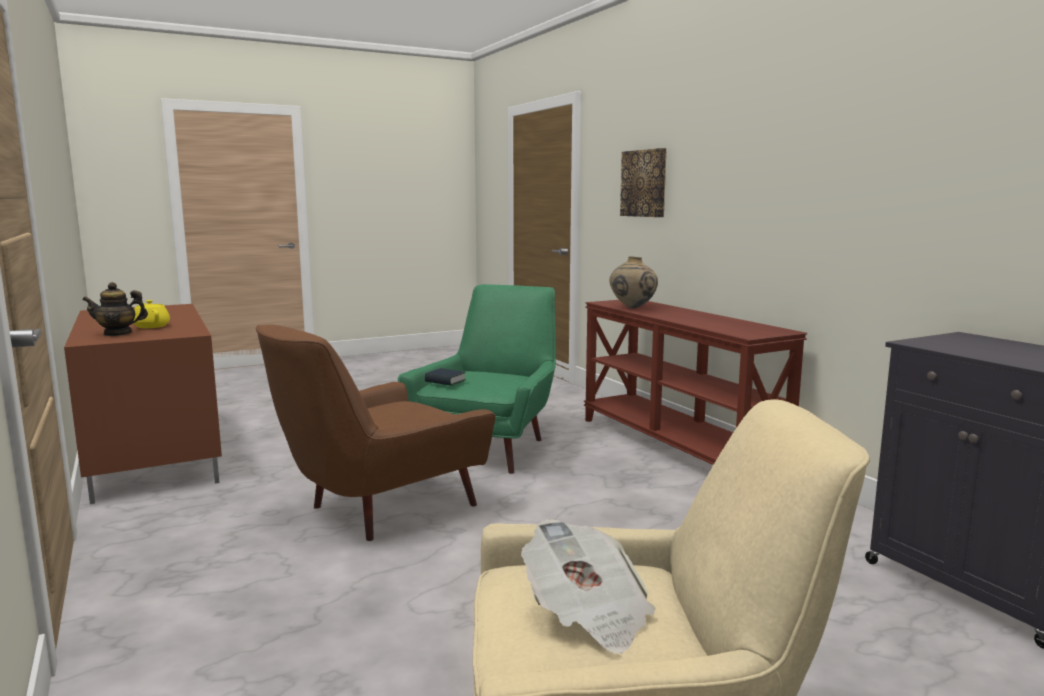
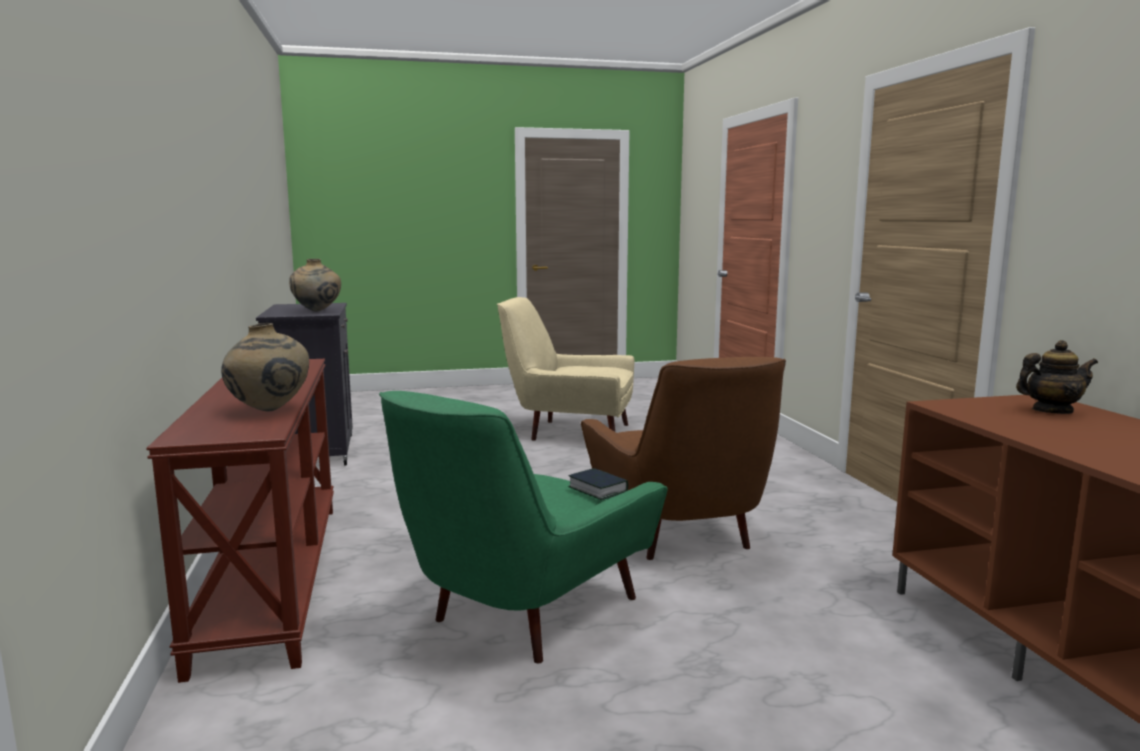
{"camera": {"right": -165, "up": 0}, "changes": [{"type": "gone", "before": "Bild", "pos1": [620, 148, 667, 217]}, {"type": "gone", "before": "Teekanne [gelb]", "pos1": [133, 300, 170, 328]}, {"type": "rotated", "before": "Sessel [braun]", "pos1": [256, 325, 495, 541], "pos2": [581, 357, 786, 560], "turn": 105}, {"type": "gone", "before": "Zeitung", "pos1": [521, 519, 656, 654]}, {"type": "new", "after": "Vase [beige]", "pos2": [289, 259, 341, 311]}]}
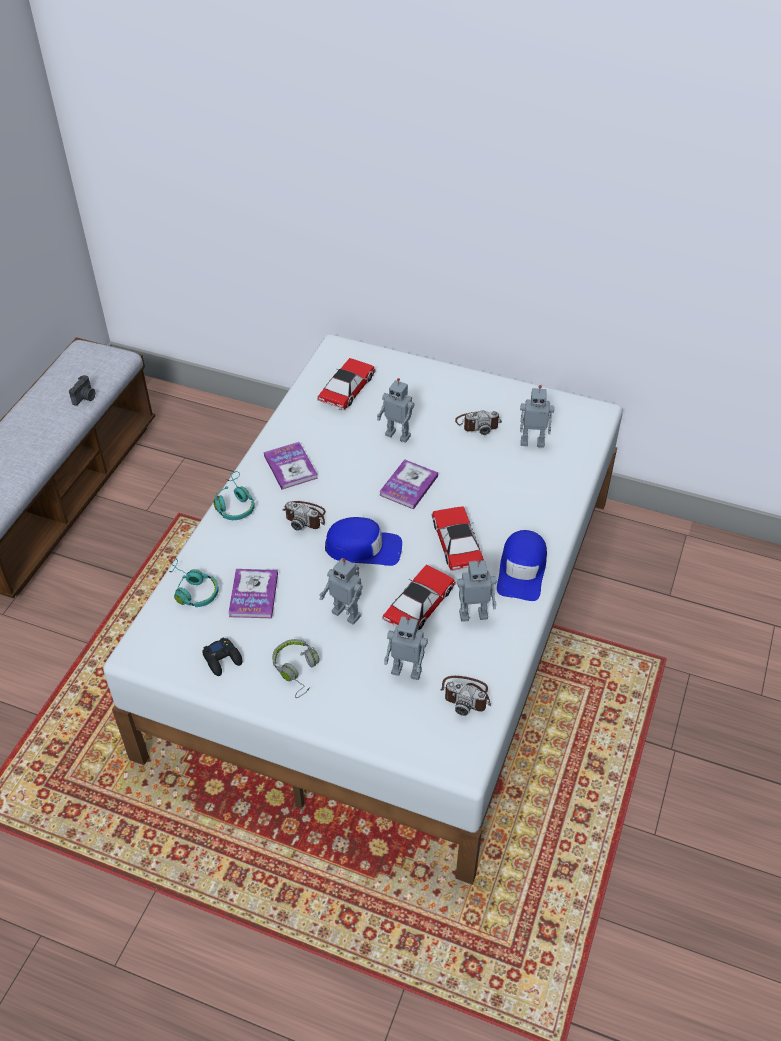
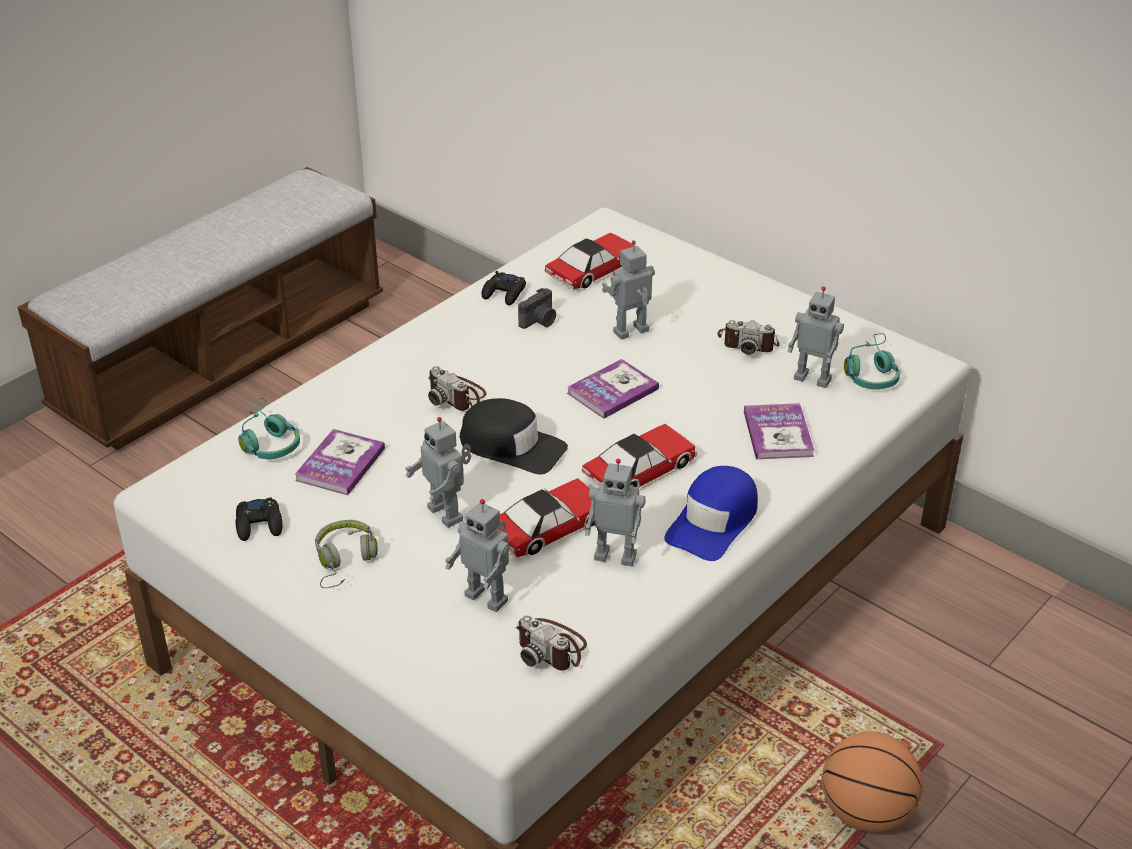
{"camera": {"right": 20, "up": -10}, "changes": [{"type": "shifted", "before": "Kamera", "pos1": [69, 375, 95, 406], "pos2": [518, 288, 556, 329]}, {"type": "rotated", "before": "Spielzeugroboter", "pos1": [377, 378, 414, 443], "pos2": [602, 240, 655, 340], "turn": 105}, {"type": "shifted", "before": "Buch", "pos1": [264, 442, 318, 490], "pos2": [744, 403, 815, 459]}, {"type": "shifted", "before": "Kopfhörer [türkis]", "pos1": [213, 471, 255, 520], "pos2": [844, 333, 901, 389]}, {"type": "rotated", "before": "Spielzeugauto", "pos1": [432, 506, 484, 571], "pos2": [582, 424, 698, 488], "turn": 45}, {"type": "repainted", "before": "Kappe [blau]", "after": "Kappe [schwarz]", "pos1": [325, 517, 402, 566], "pos2": [460, 398, 568, 475]}, {"type": "new", "after": "Gamepad [schwarz]", "pos2": [481, 271, 526, 305]}, {"type": "new", "after": "Basketball", "pos2": [822, 732, 923, 833]}]}
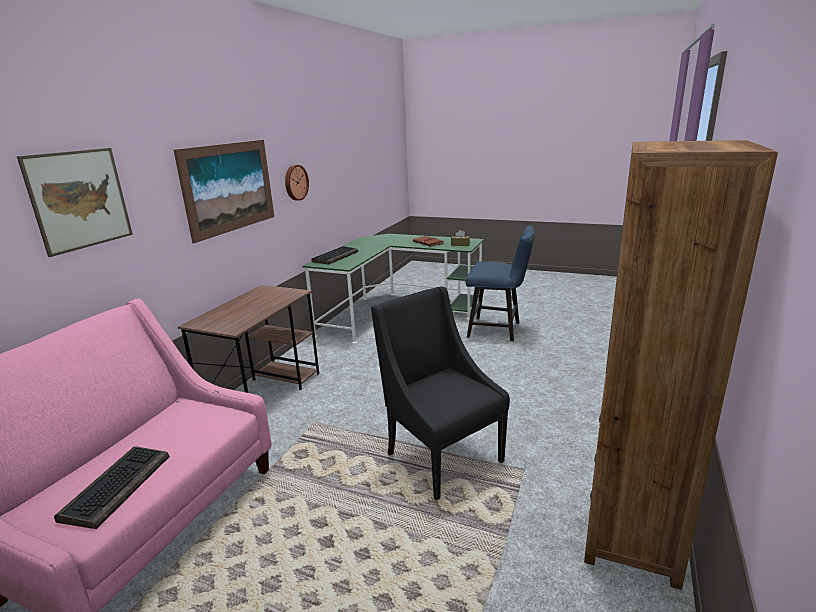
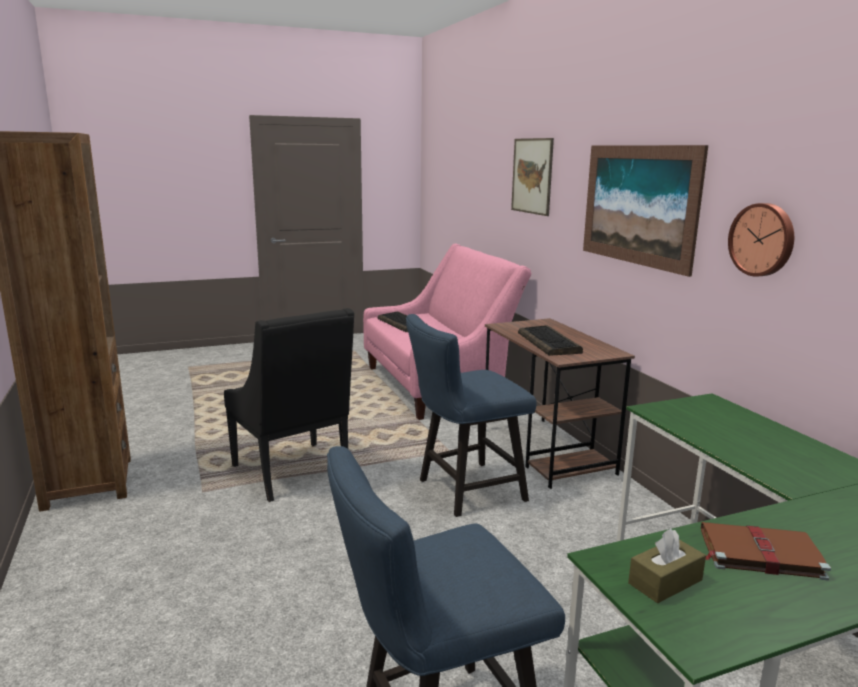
{"camera": {"right": 135, "up": -5}, "changes": [{"type": "shifted", "before": "Tastatur", "pos1": [311, 246, 358, 265], "pos2": [518, 325, 583, 356]}, {"type": "rotated", "before": "Sessel [schwarz]", "pos1": [371, 286, 510, 501], "pos2": [224, 308, 354, 502], "turn": 45}, {"type": "new", "after": "Stuhl [blau]", "pos2": [406, 314, 537, 517]}]}
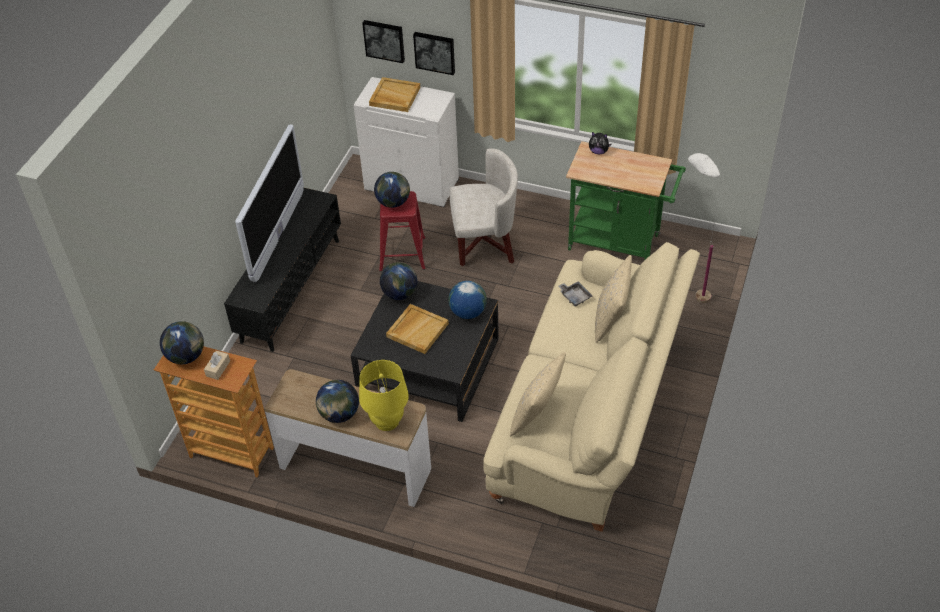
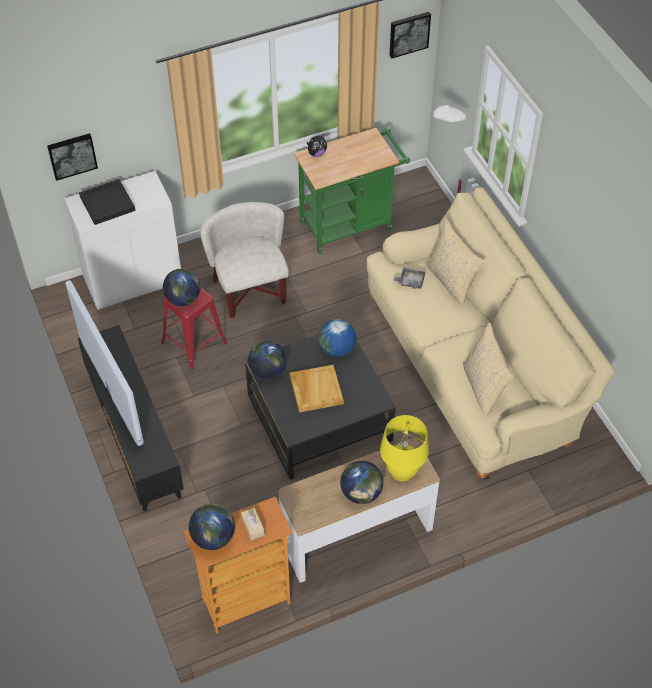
{"camera": {"right": -45, "up": 5}, "changes": [{"type": "shifted", "before": "Bild", "pos1": [413, 32, 455, 75], "pos2": [389, 12, 431, 58]}, {"type": "repainted", "before": "Tablett [beige]", "after": "Tablett [schwarz]", "pos1": [369, 77, 420, 112], "pos2": [79, 179, 136, 225]}, {"type": "rotated", "before": "Sessel [weiß]", "pos1": [449, 148, 518, 266], "pos2": [200, 202, 289, 318], "turn": -60}]}
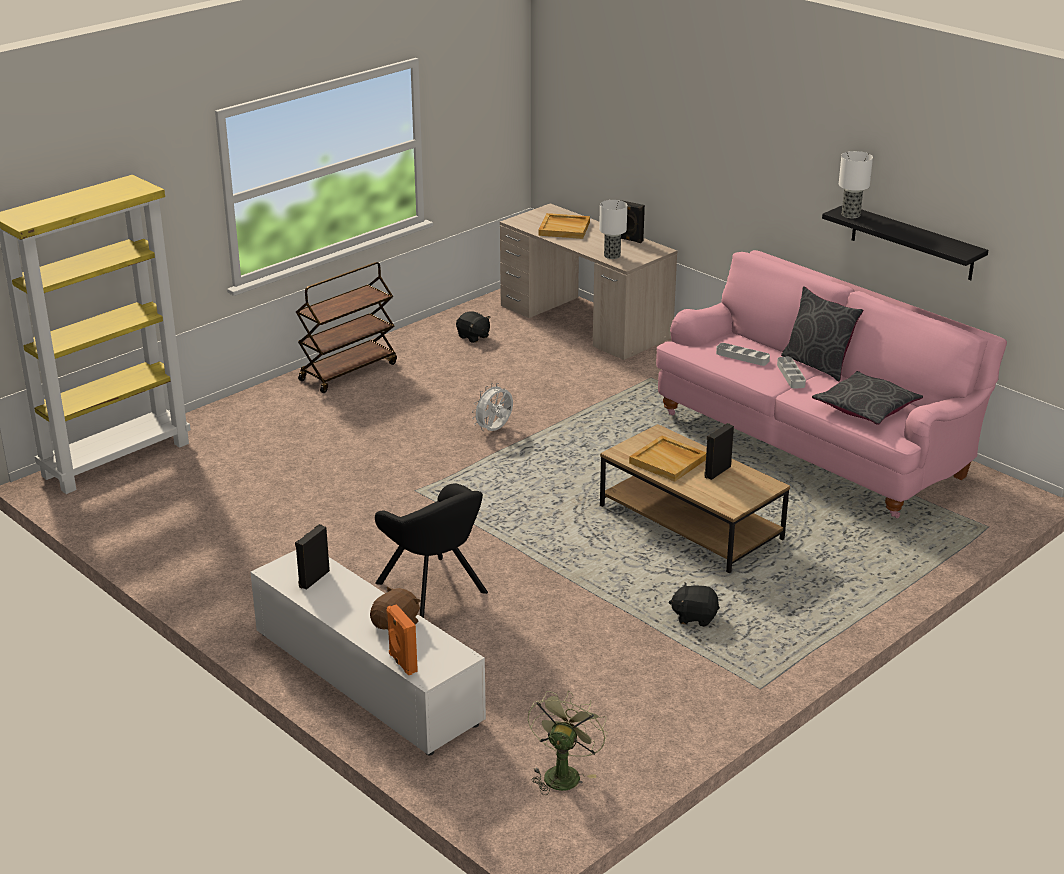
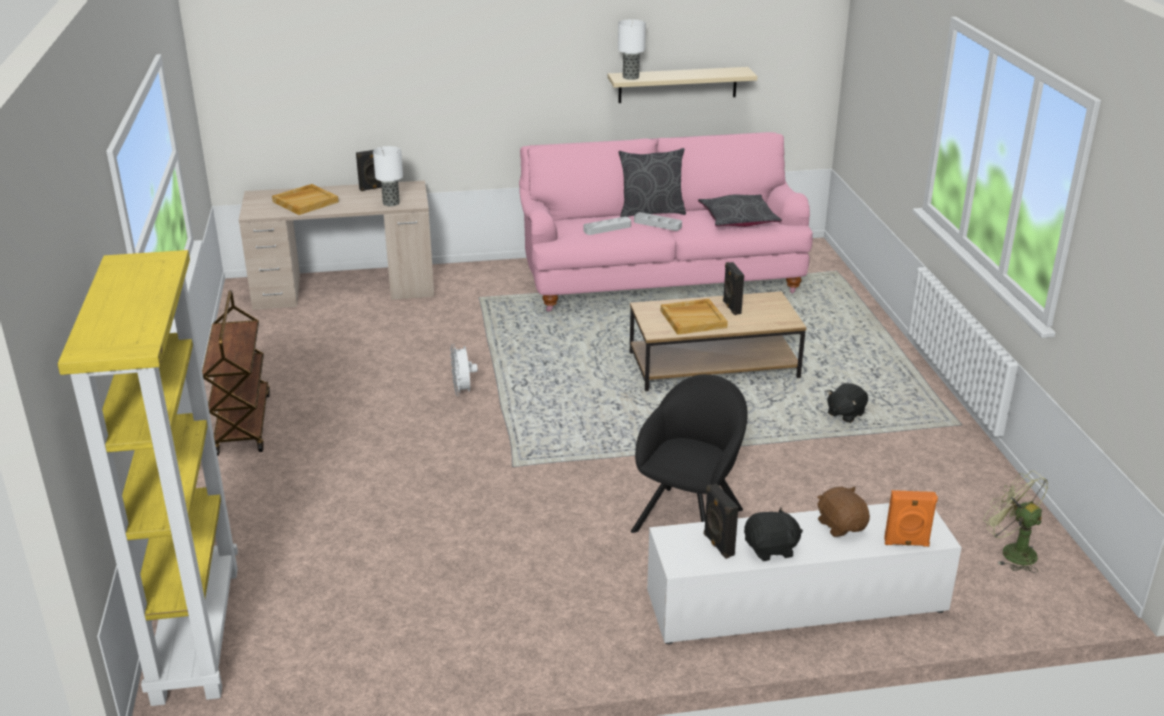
{"camera": {"right": -55, "up": 0}, "changes": [{"type": "repainted", "before": "Wandregal [schwarz]", "after": "Wandregal [beige]", "pos1": [822, 206, 988, 280], "pos2": [608, 67, 757, 103]}, {"type": "shifted", "before": "Plüschtier [schwarz]", "pos1": [456, 311, 490, 343], "pos2": [744, 508, 803, 561]}, {"type": "rotated", "before": "Sessel [schwarz]", "pos1": [375, 483, 488, 618], "pos2": [631, 374, 748, 533], "turn": -60}]}
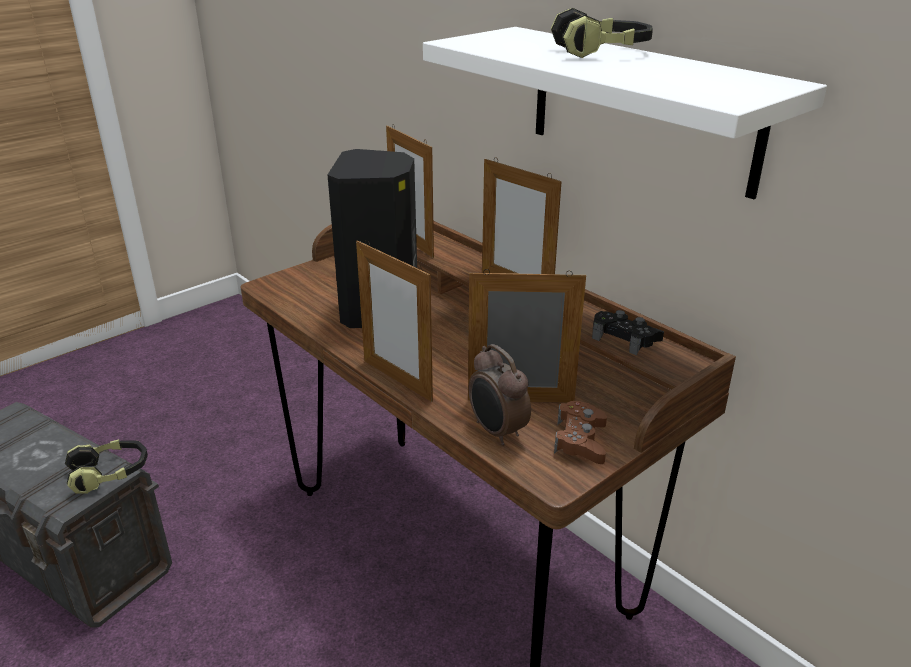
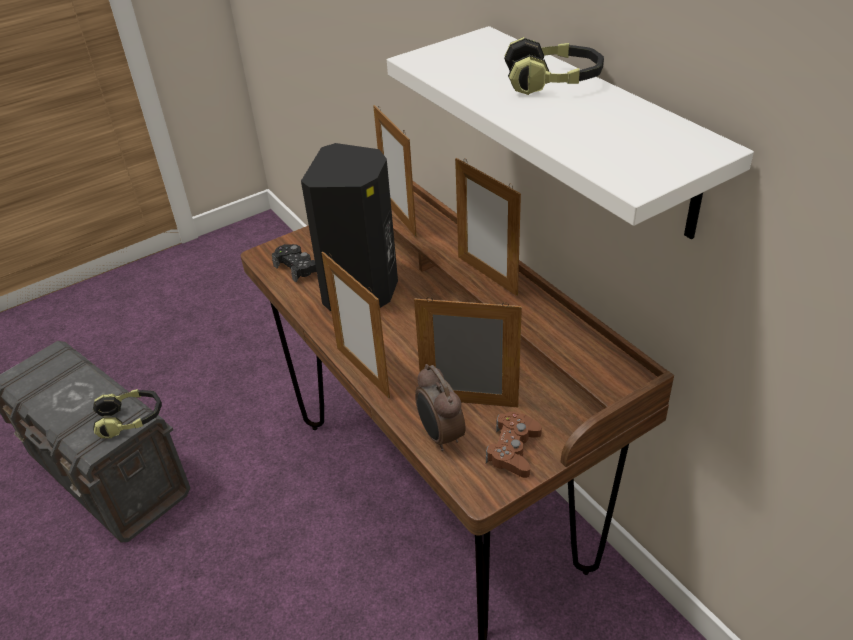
{"camera": {"right": 10, "up": 10}, "changes": [{"type": "shifted", "before": "Gamepad [schwarz]", "pos1": [592, 310, 664, 355], "pos2": [272, 244, 317, 283]}]}
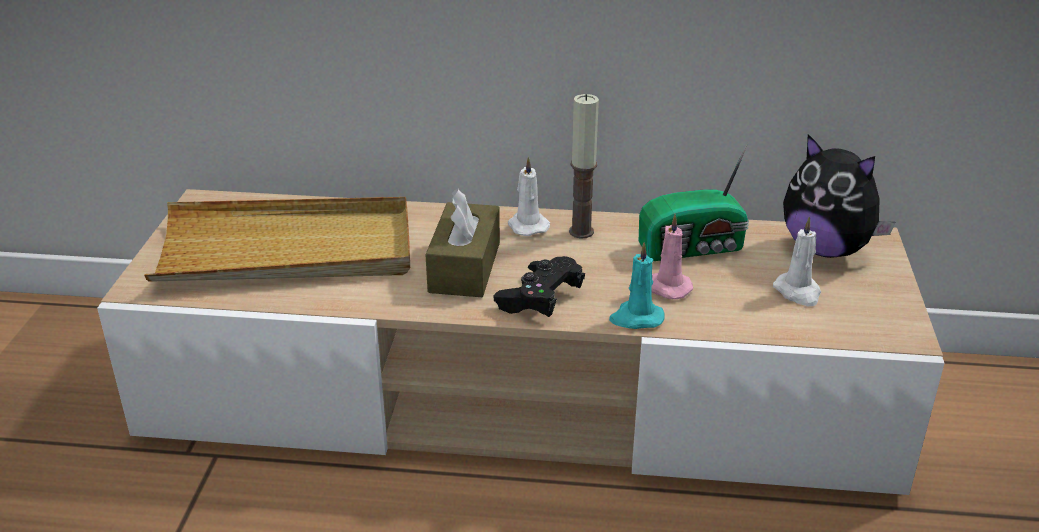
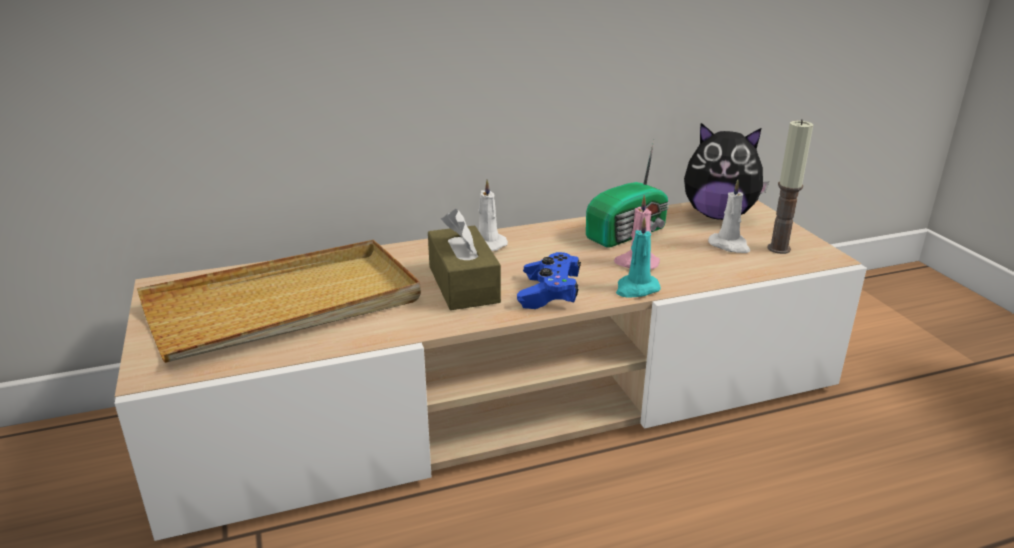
{"camera": {"right": -25, "up": -5}, "changes": [{"type": "shifted", "before": "Kerze", "pos1": [569, 94, 599, 239], "pos2": [768, 119, 813, 254]}, {"type": "repainted", "before": "Gamepad [schwarz]", "after": "Gamepad [blau]", "pos1": [494, 256, 585, 317], "pos2": [517, 252, 581, 309]}]}
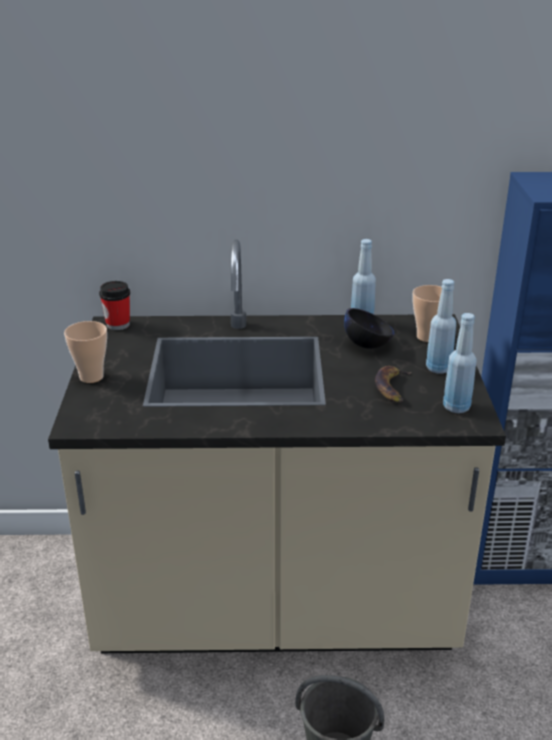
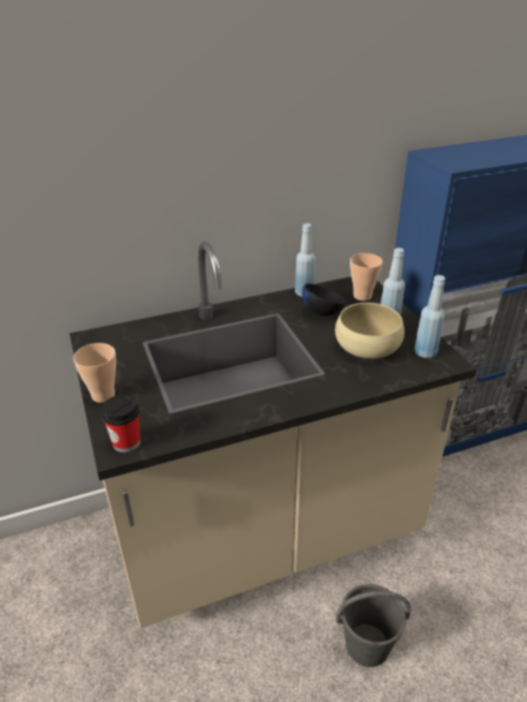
{"camera": {"right": -20, "up": 5}, "changes": [{"type": "shifted", "before": "Tasse", "pos1": [99, 281, 130, 330], "pos2": [102, 395, 140, 453]}, {"type": "swapped", "before": "Banane", "after": "Schüssel [beige]", "pos1": [375, 366, 411, 403], "pos2": [335, 303, 405, 359]}]}
